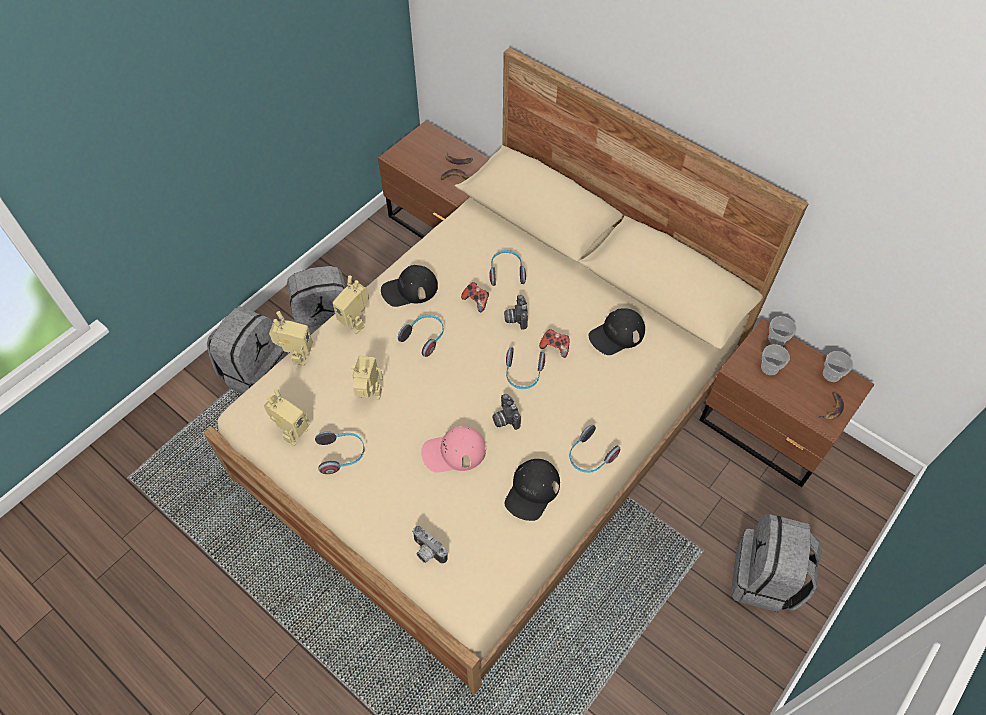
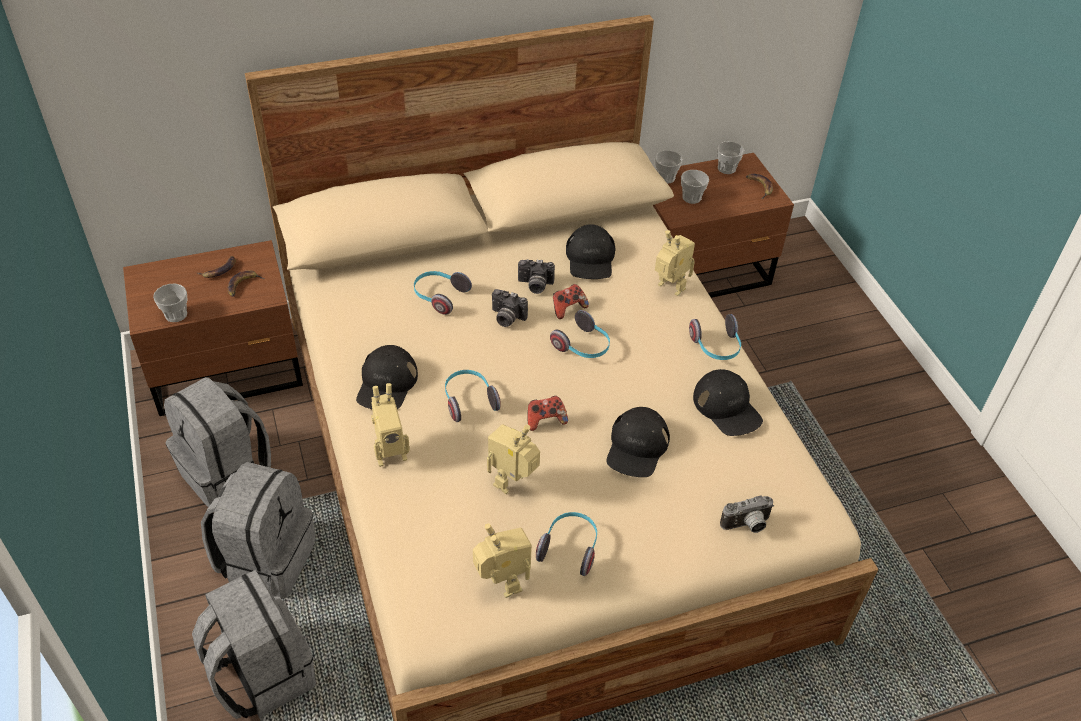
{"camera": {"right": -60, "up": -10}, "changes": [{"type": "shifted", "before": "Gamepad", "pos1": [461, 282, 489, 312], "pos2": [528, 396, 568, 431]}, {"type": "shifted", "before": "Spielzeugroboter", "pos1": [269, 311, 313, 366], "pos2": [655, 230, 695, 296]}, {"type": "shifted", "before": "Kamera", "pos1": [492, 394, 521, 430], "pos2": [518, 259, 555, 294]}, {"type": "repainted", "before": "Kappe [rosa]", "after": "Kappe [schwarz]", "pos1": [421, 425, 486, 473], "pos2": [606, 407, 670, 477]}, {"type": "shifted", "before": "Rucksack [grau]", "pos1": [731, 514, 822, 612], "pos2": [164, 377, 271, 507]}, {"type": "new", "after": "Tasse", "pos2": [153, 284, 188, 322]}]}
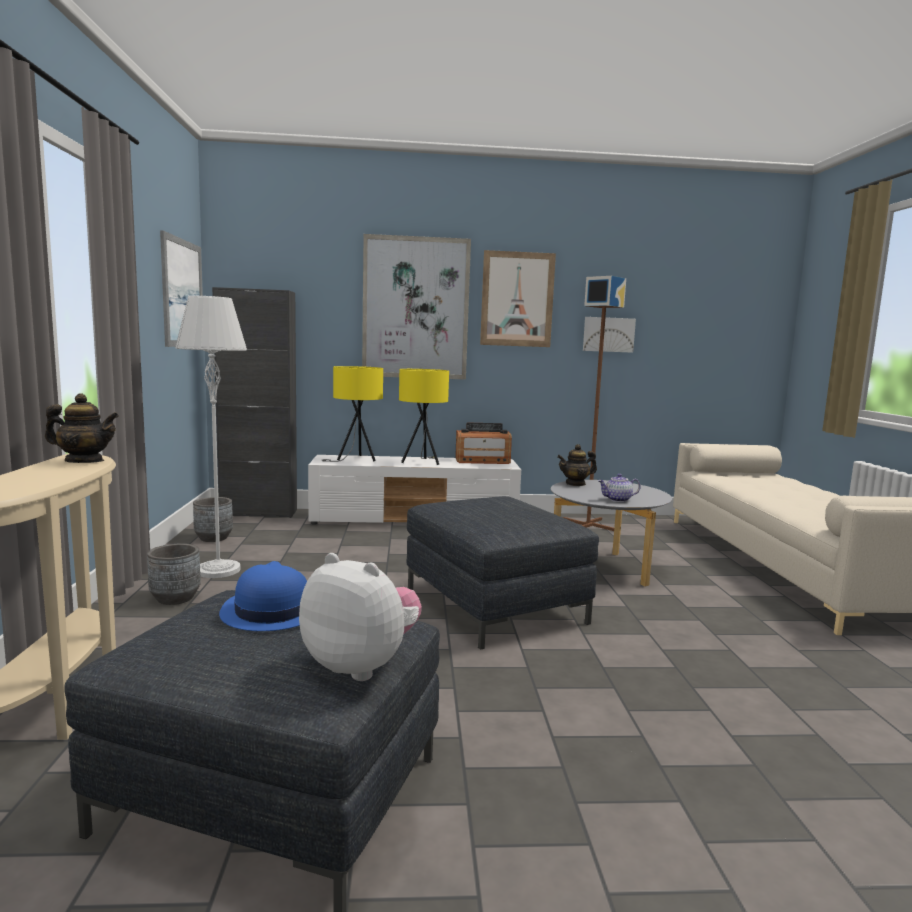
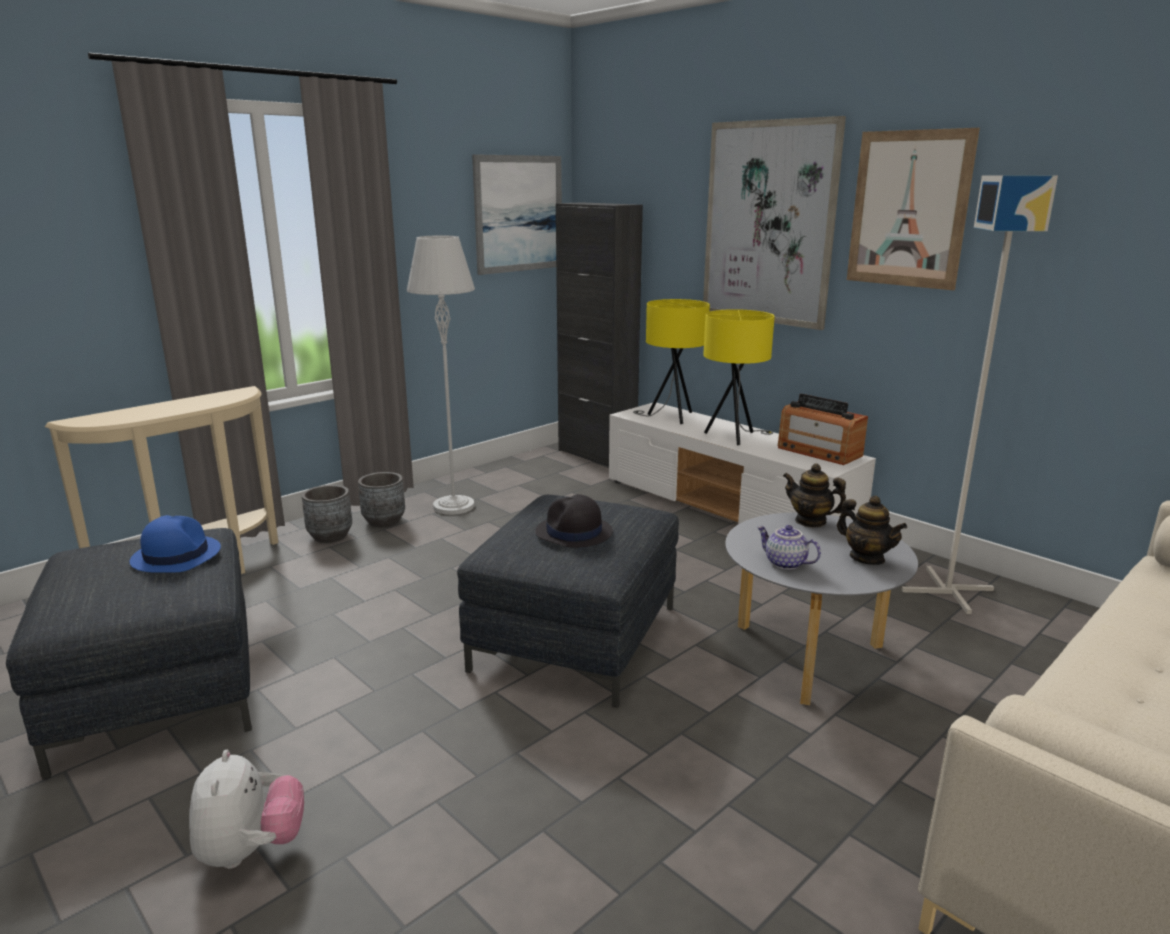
{"camera": {"right": 50, "up": 10}, "changes": [{"type": "repainted", "before": "Stehlampe [braun]", "after": "Stehlampe [grau]", "pos1": [563, 276, 626, 531], "pos2": [902, 175, 1058, 614]}, {"type": "gone", "before": "Bild", "pos1": [583, 317, 636, 353]}, {"type": "shifted", "before": "Teekanne", "pos1": [45, 393, 119, 463], "pos2": [837, 496, 907, 565]}, {"type": "shifted", "before": "Pflanzkübel [grau]", "pos1": [193, 497, 233, 542], "pos2": [302, 485, 352, 543]}, {"type": "shifted", "before": "Plüschtier", "pos1": [299, 553, 422, 681], "pos2": [189, 750, 304, 869]}, {"type": "new", "after": "Hut [schwarz]", "pos2": [535, 494, 613, 548]}]}
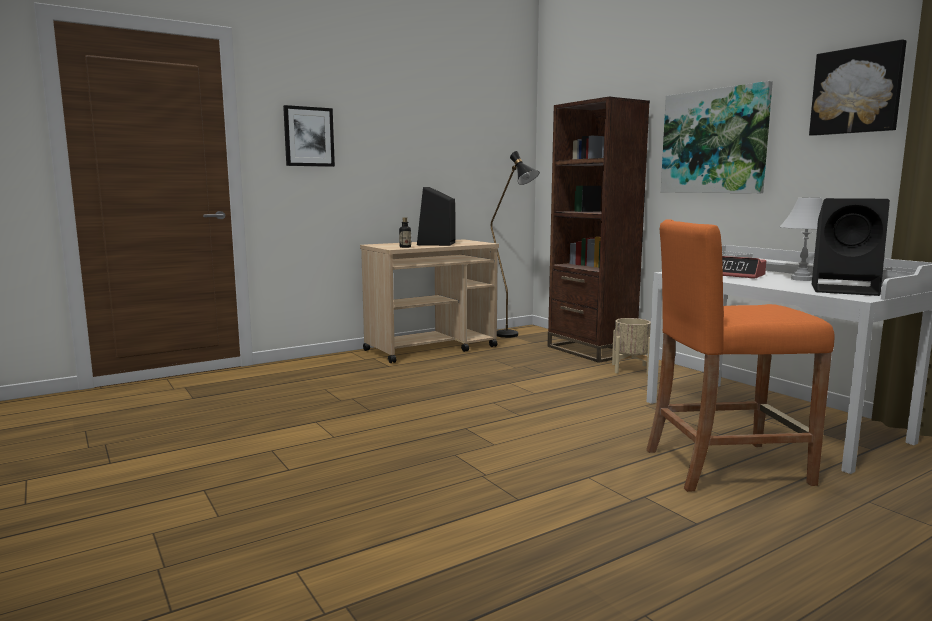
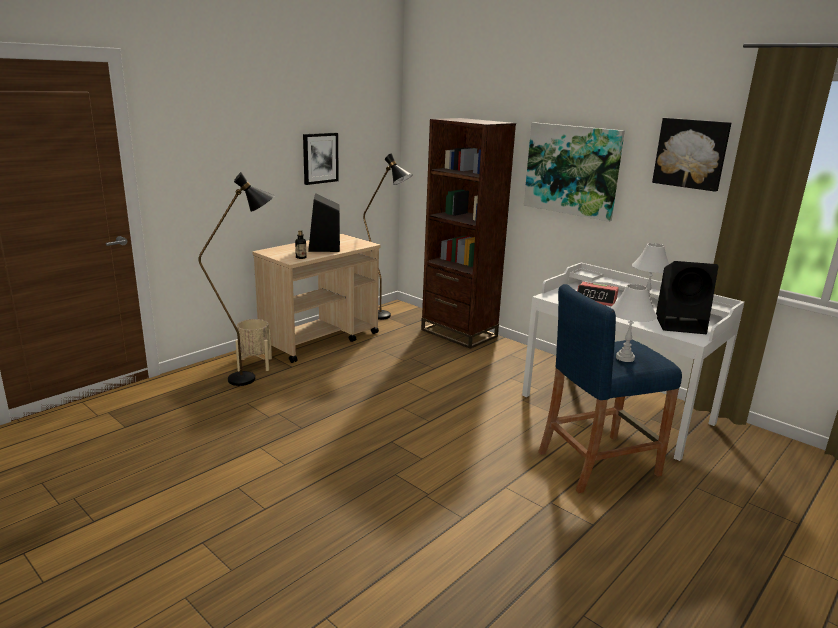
{"camera": {"right": -15, "up": 10}, "changes": [{"type": "shifted", "before": "Bild", "pos1": [283, 105, 335, 167], "pos2": [303, 133, 339, 185]}, {"type": "repainted", "before": "Hocker [orange]", "after": "Hocker [blau]", "pos1": [646, 220, 835, 492], "pos2": [538, 284, 682, 493]}, {"type": "shifted", "before": "Pflanzkübel [beige]", "pos1": [612, 318, 651, 374], "pos2": [235, 319, 272, 372]}, {"type": "new", "after": "Stehlampe [schwarz]", "pos2": [198, 172, 275, 386]}, {"type": "new", "after": "Tischlampe [weiß]", "pos2": [610, 284, 657, 362]}]}
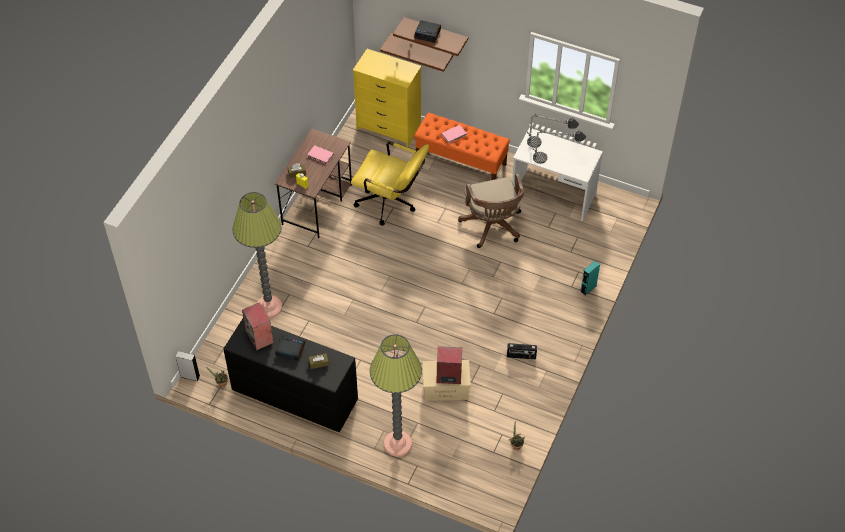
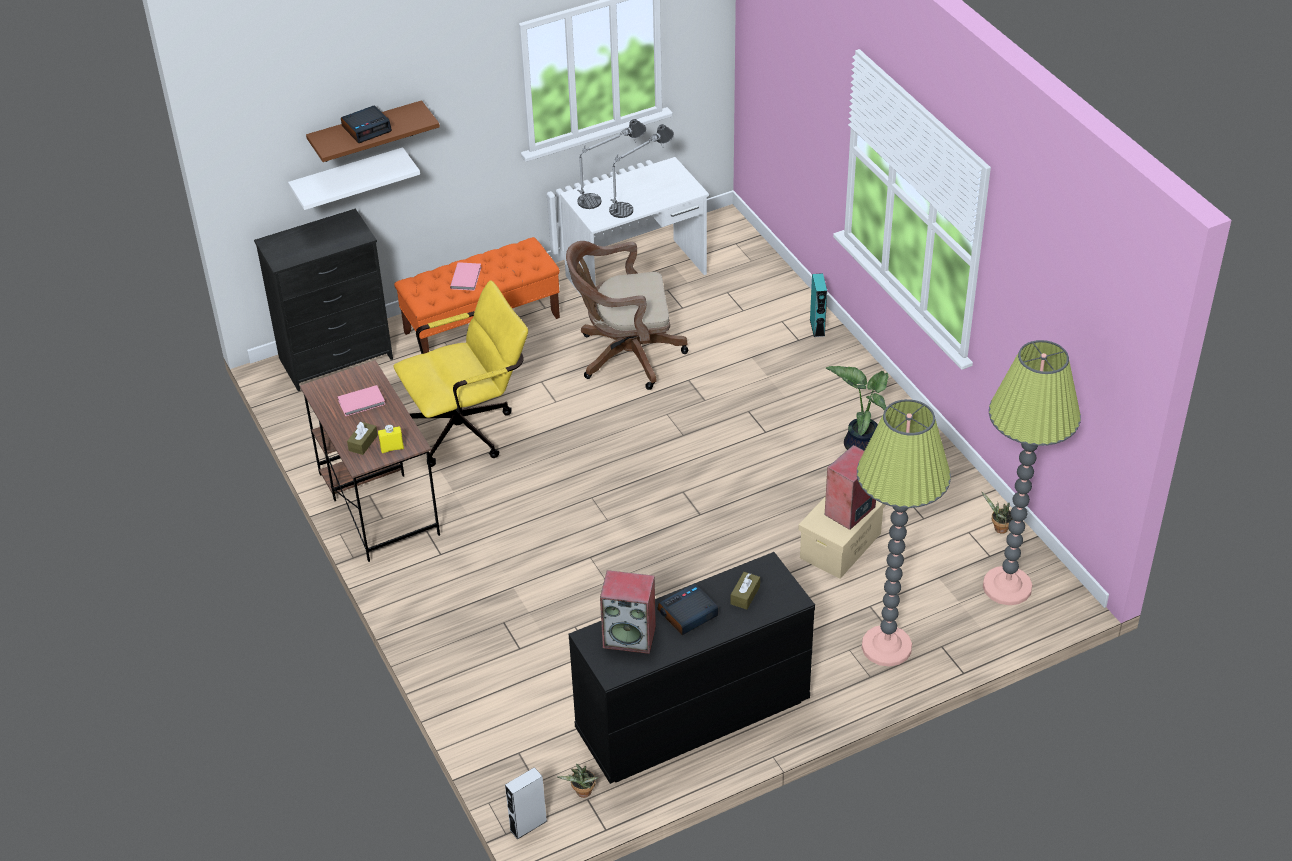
{"camera": {"right": -50, "up": -10}, "changes": [{"type": "repainted", "before": "Wandregal [braun]", "after": "Wandregal [weiß]", "pos1": [380, 33, 454, 72], "pos2": [288, 147, 420, 210]}, {"type": "repainted", "before": "Kommode [gelb]", "after": "Kommode [schwarz]", "pos1": [353, 49, 421, 147], "pos2": [254, 209, 393, 391]}, {"type": "rotated", "before": "Bürostuhl [braun]", "pos1": [458, 173, 524, 248], "pos2": [566, 241, 688, 390], "turn": 150}, {"type": "shifted", "before": "Stehlampe", "pos1": [232, 192, 282, 318], "pos2": [983, 340, 1081, 605]}, {"type": "swapped", "before": "Radio", "after": "Topfpflanze", "pos1": [507, 343, 537, 359], "pos2": [826, 366, 889, 451]}]}
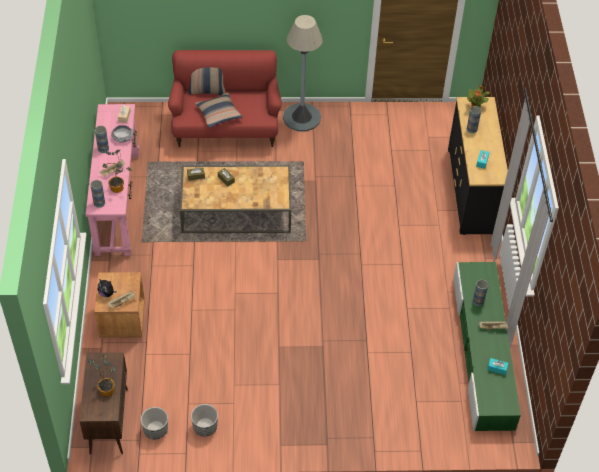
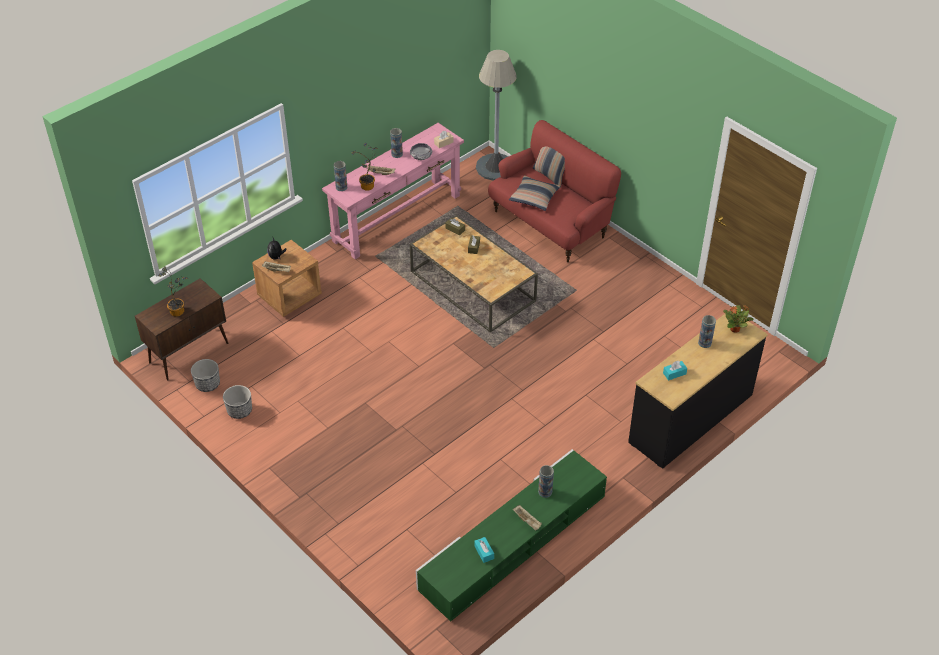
{"camera": {"right": 50, "up": -5}, "changes": [{"type": "shifted", "before": "Stehlampe [grau]", "pos1": [283, 15, 323, 131], "pos2": [476, 50, 517, 181]}]}
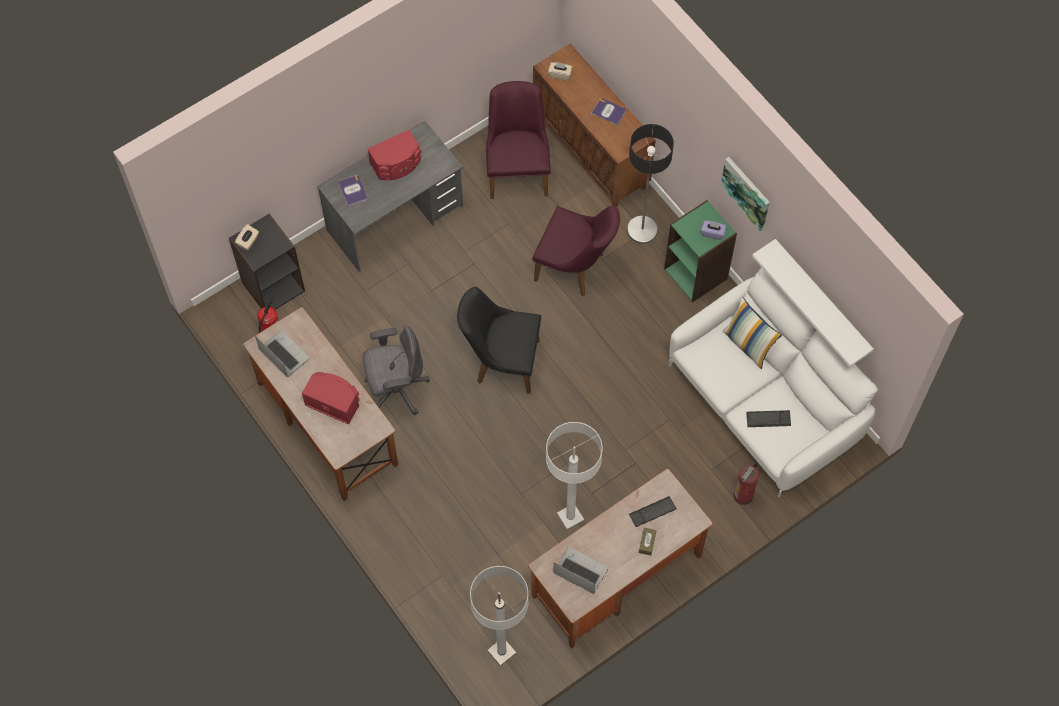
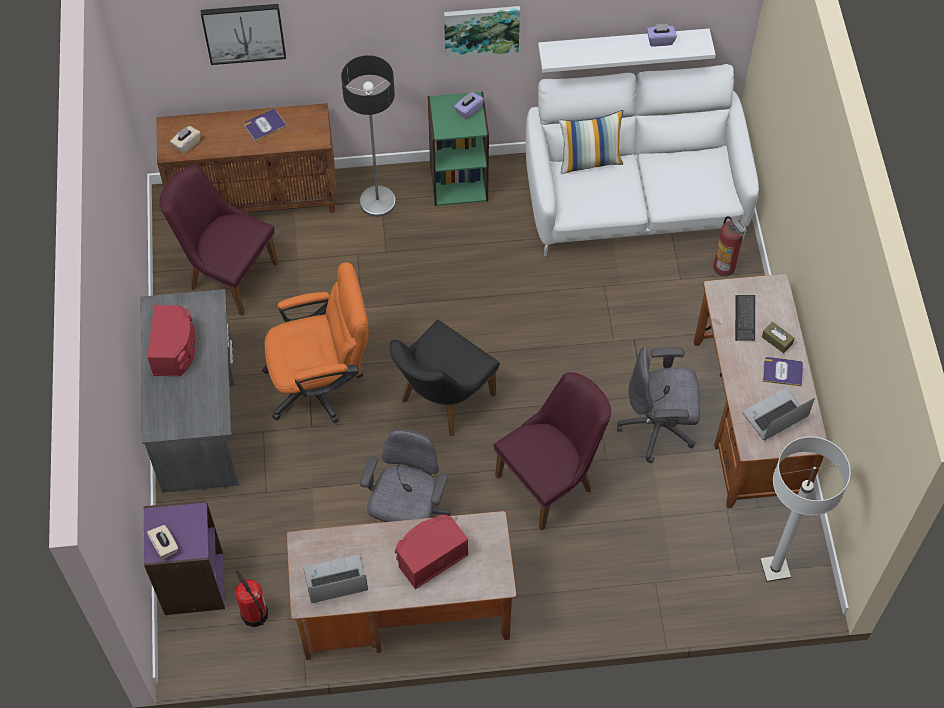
{"camera": {"right": -60, "up": -5}, "changes": [{"type": "shifted", "before": "Buch", "pos1": [338, 175, 367, 206], "pos2": [763, 357, 803, 386]}, {"type": "shifted", "before": "Stuhl [lila]", "pos1": [532, 205, 620, 296], "pos2": [494, 372, 611, 531]}, {"type": "repainted", "before": "Bücherregal [schwarz]", "after": "Bücherregal [lila]", "pos1": [229, 214, 305, 310], "pos2": [144, 500, 225, 615]}, {"type": "gone", "before": "Tastatur", "pos1": [746, 410, 791, 427]}, {"type": "swapped", "before": "Stehlampe [weiß]", "after": "Bürostuhl [grau]", "pos1": [546, 422, 603, 529], "pos2": [617, 347, 700, 463]}, {"type": "new", "after": "Bild", "pos2": [201, 4, 286, 65]}, {"type": "new", "after": "Taschentuchbox [lila]", "pos2": [647, 24, 677, 47]}, {"type": "new", "after": "Bürostuhl [orange]", "pos2": [262, 262, 369, 423]}]}
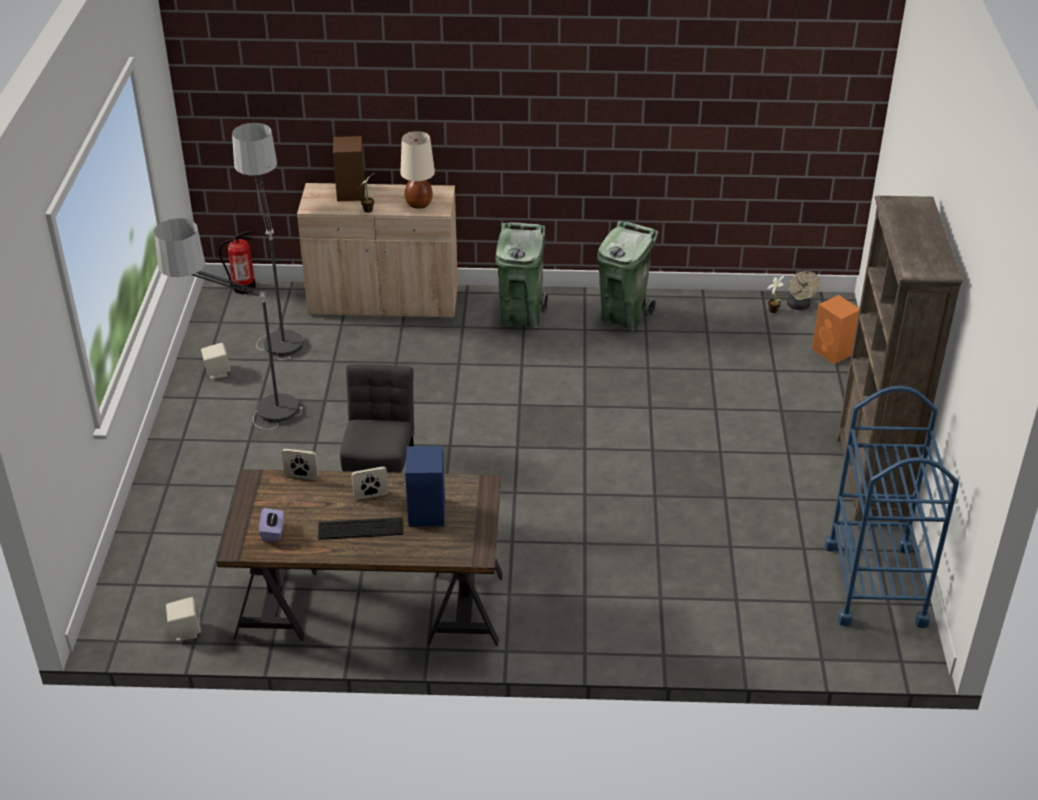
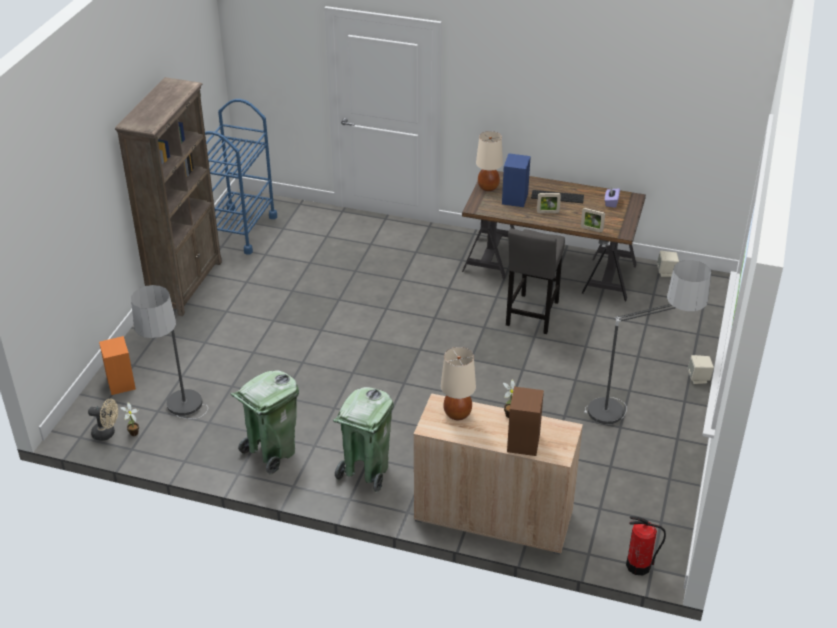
{"camera": {"right": -165, "up": 0}, "changes": [{"type": "shifted", "before": "Stehlampe", "pos1": [232, 123, 304, 360], "pos2": [131, 285, 208, 419]}, {"type": "rotated", "before": "Ventilator [beige]", "pos1": [787, 270, 821, 310], "pos2": [88, 399, 118, 441], "turn": 90}, {"type": "shifted", "before": "Lautsprecher [beige]", "pos1": [201, 343, 231, 379], "pos2": [688, 355, 714, 384]}, {"type": "new", "after": "Tischlampe [beige]", "pos2": [476, 131, 503, 191]}]}
